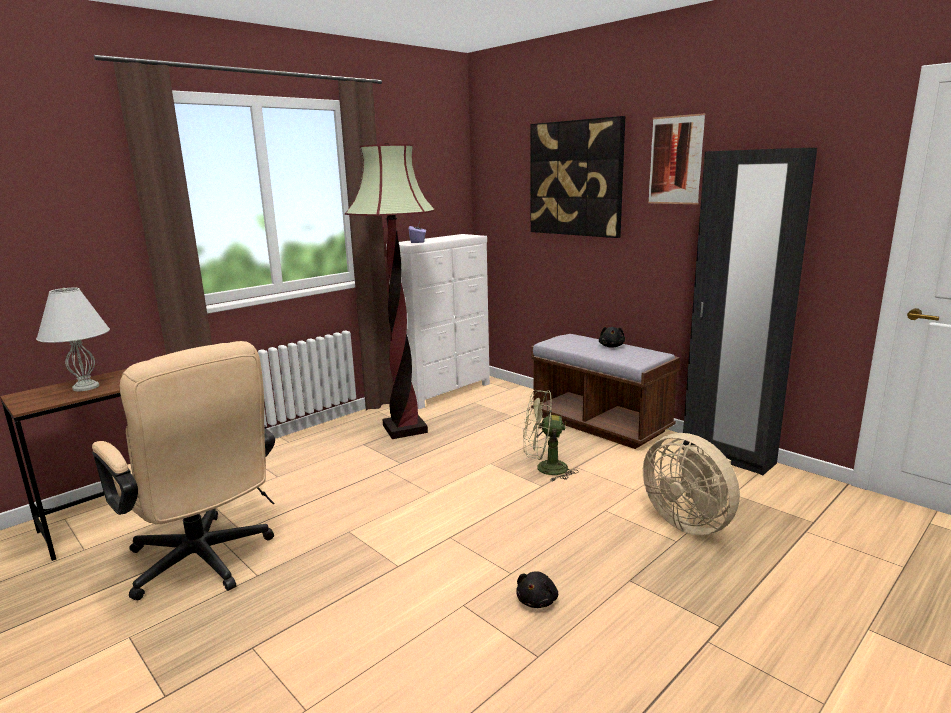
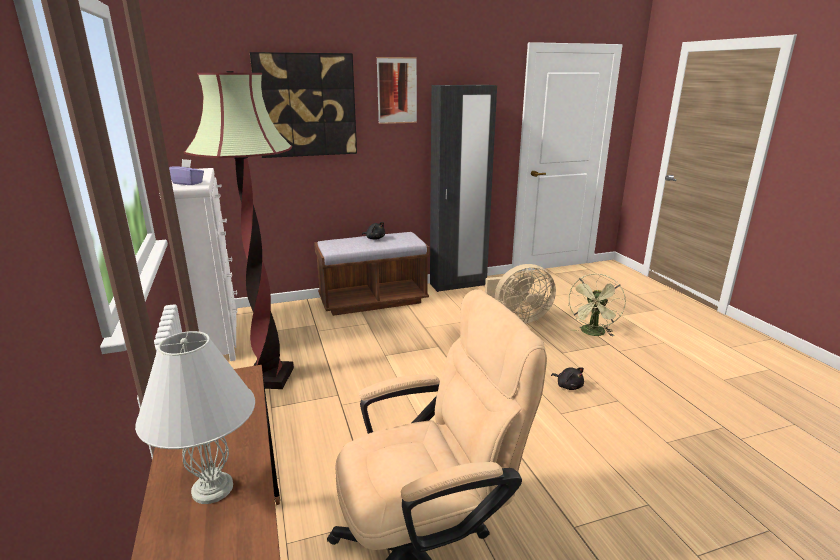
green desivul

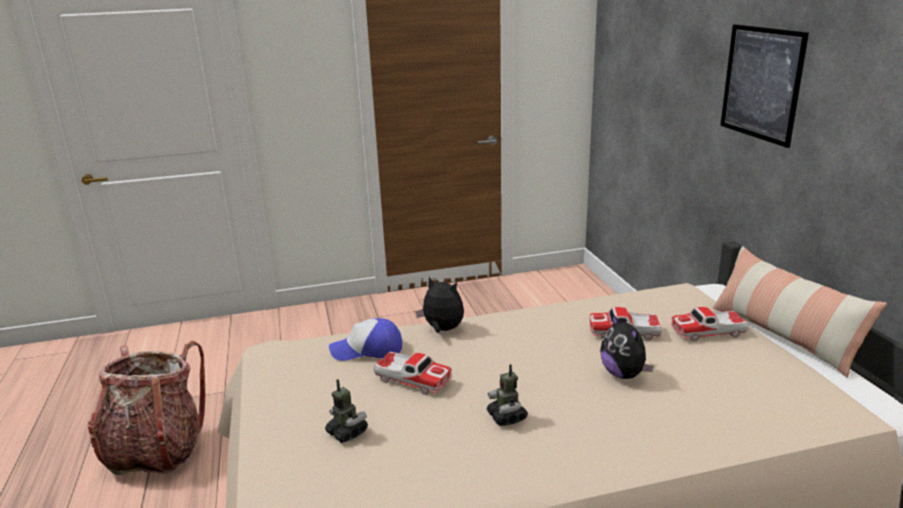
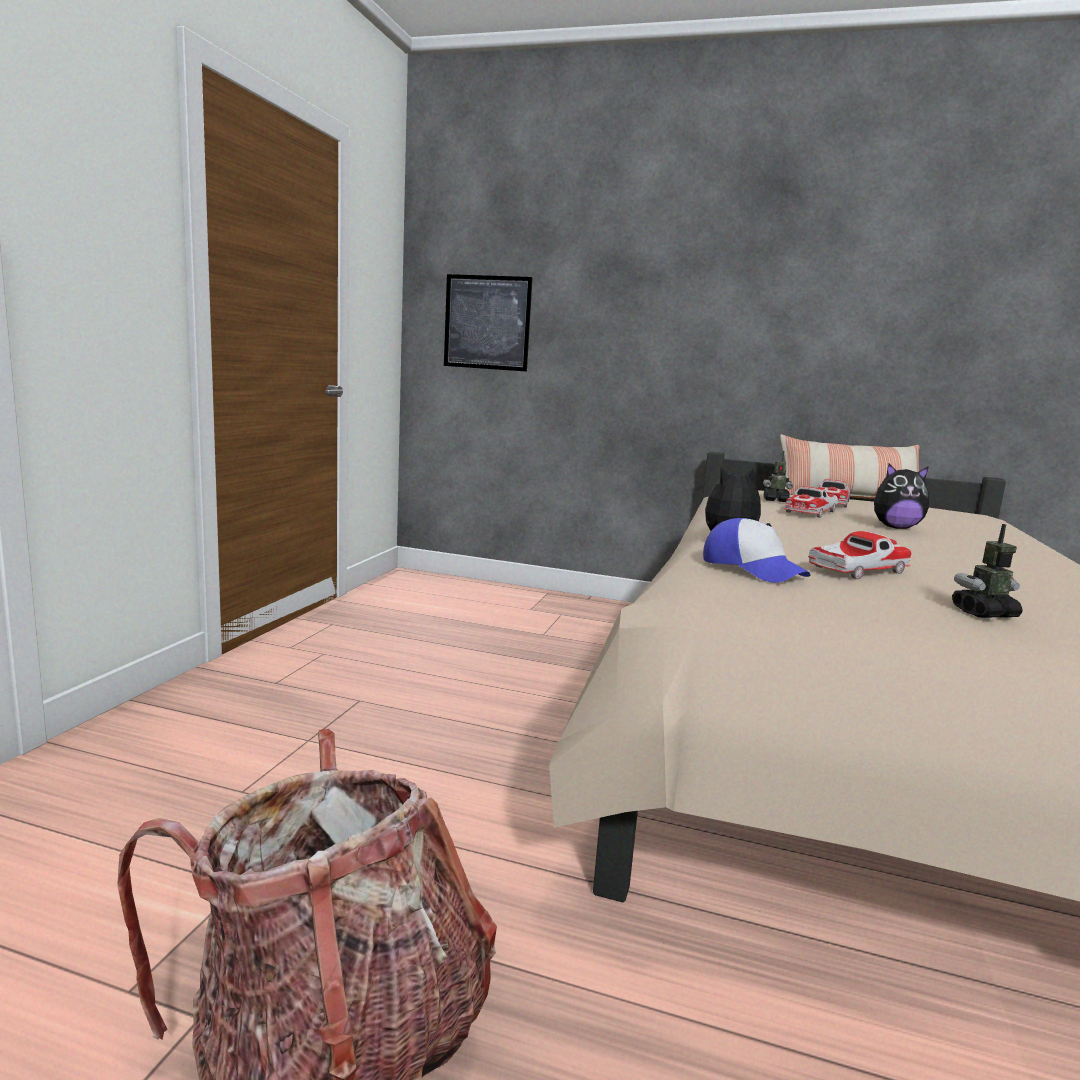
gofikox (1st from left); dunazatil; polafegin

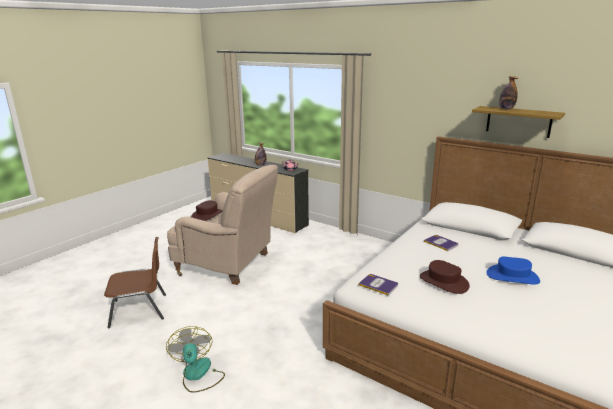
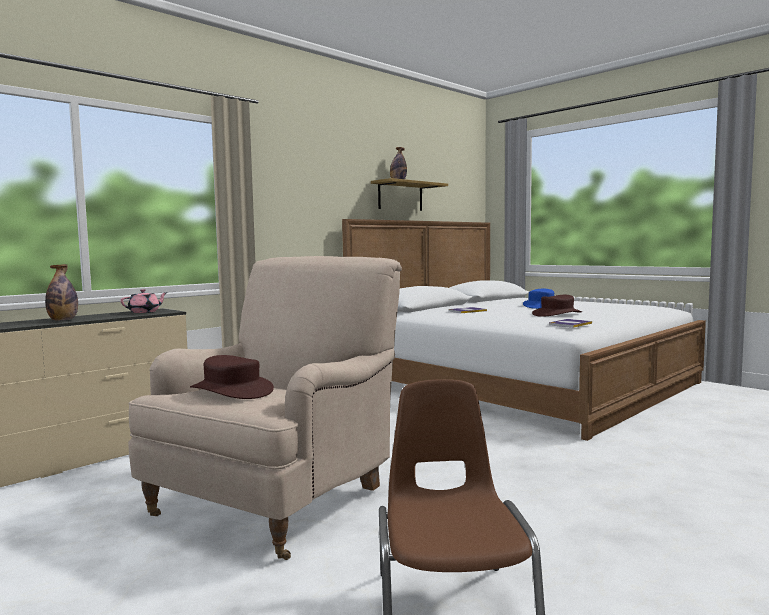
desivul

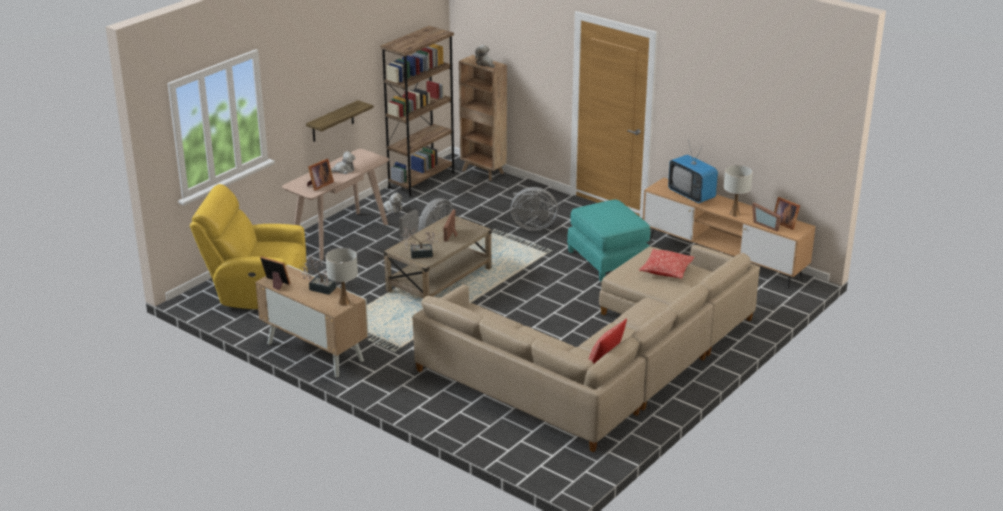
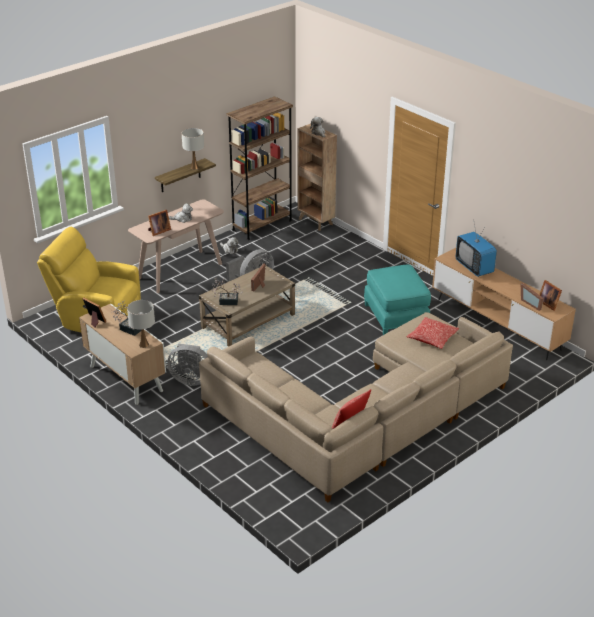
grey desivul (1st from left); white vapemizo (2nd from left)

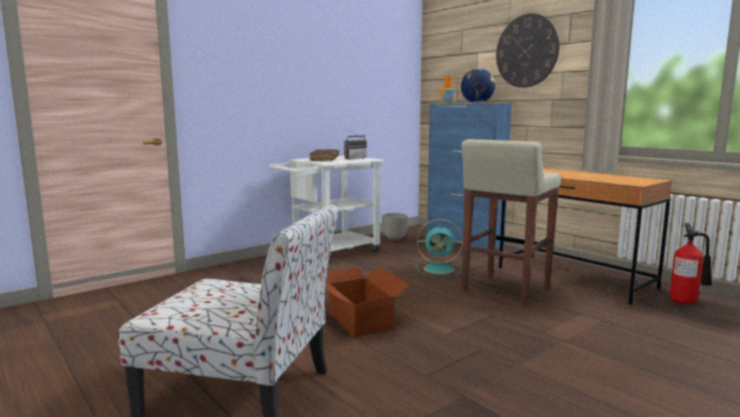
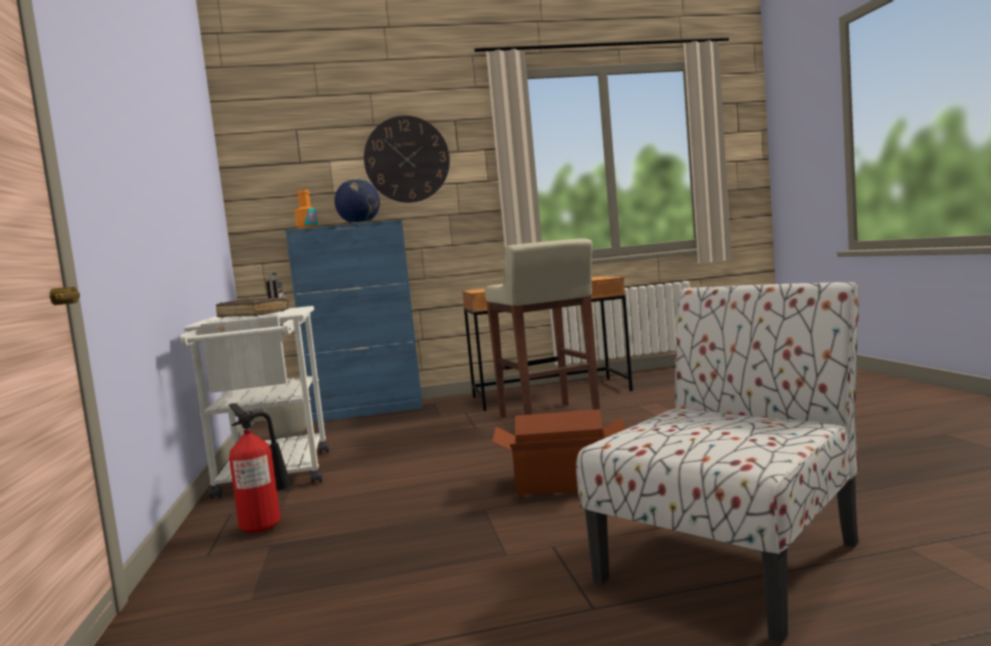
turquoise desivul; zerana

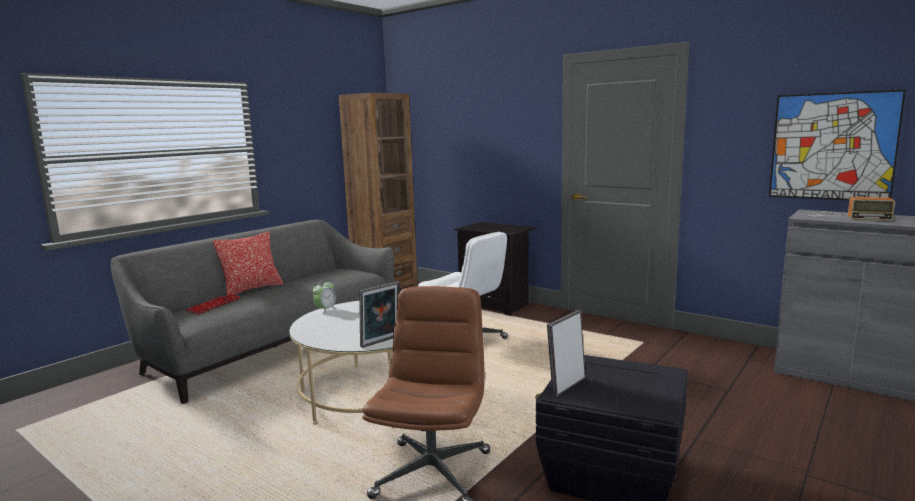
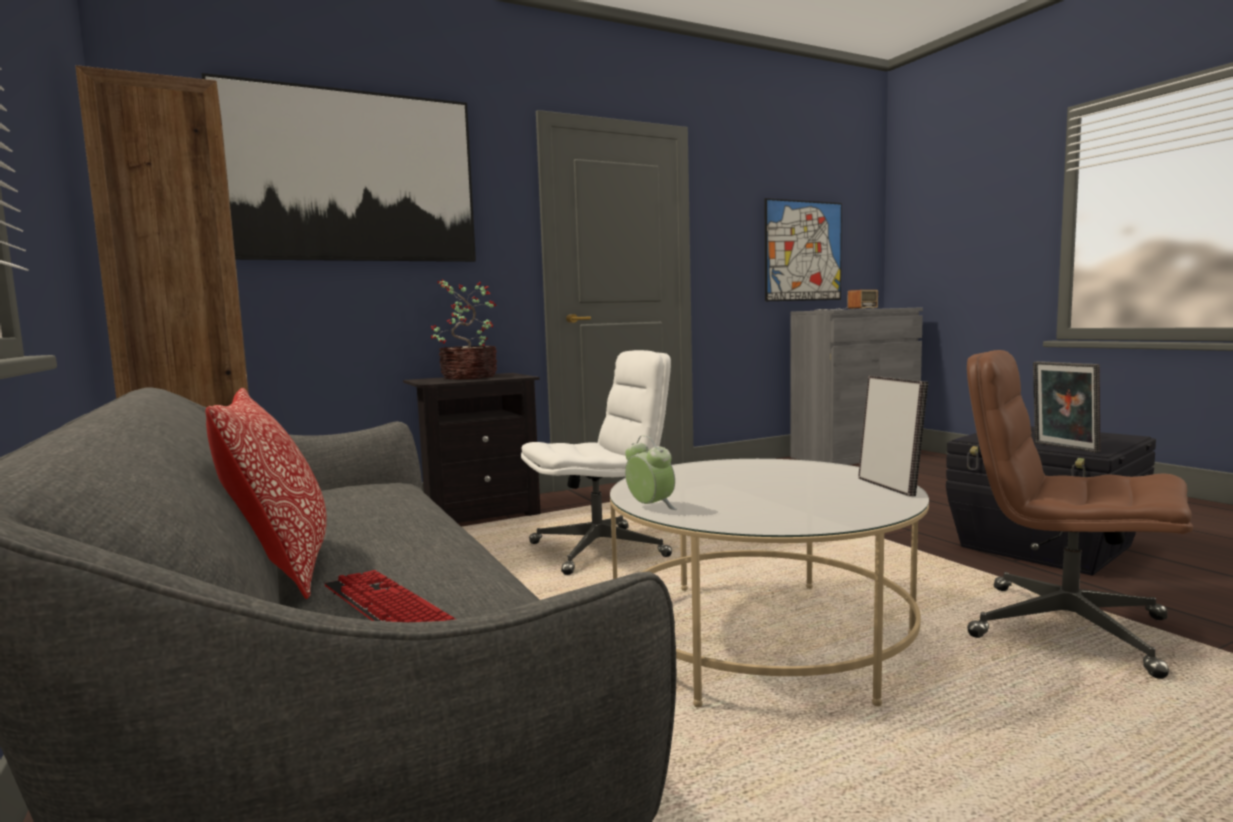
dunazatil (1st from left); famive

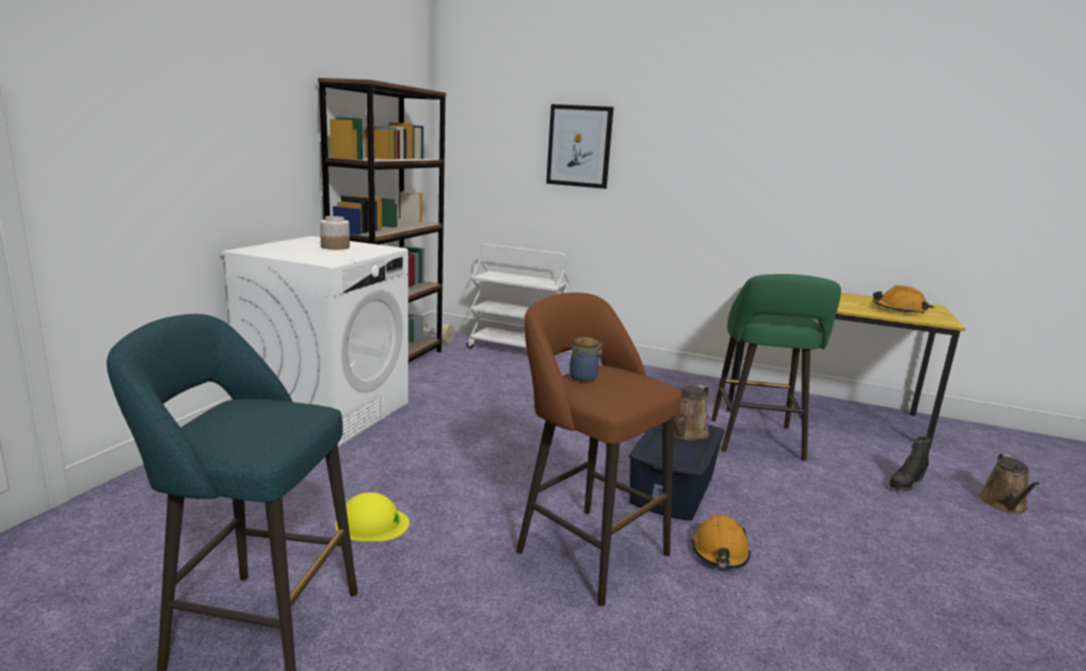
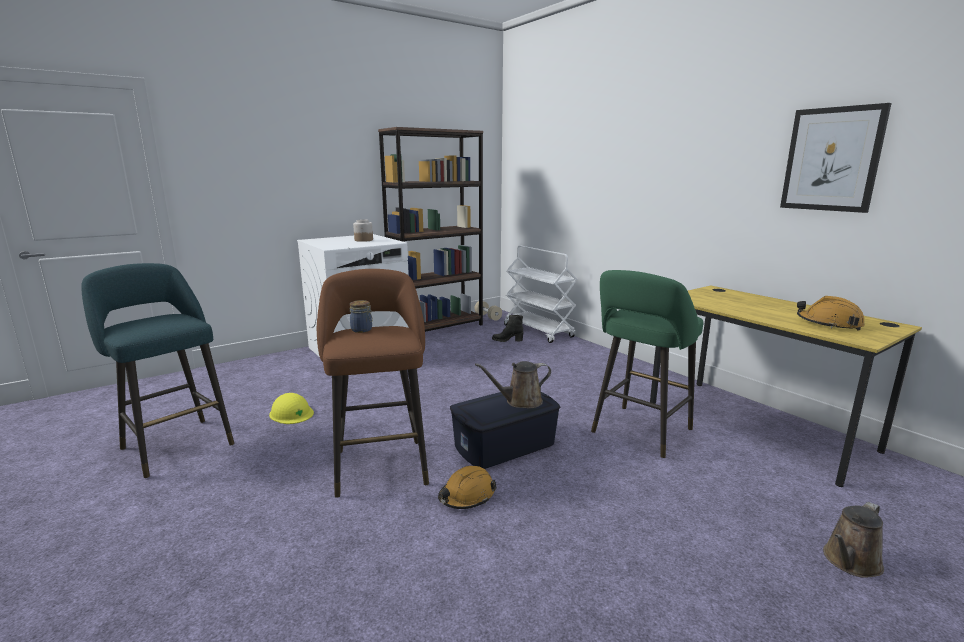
dunazatil; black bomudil

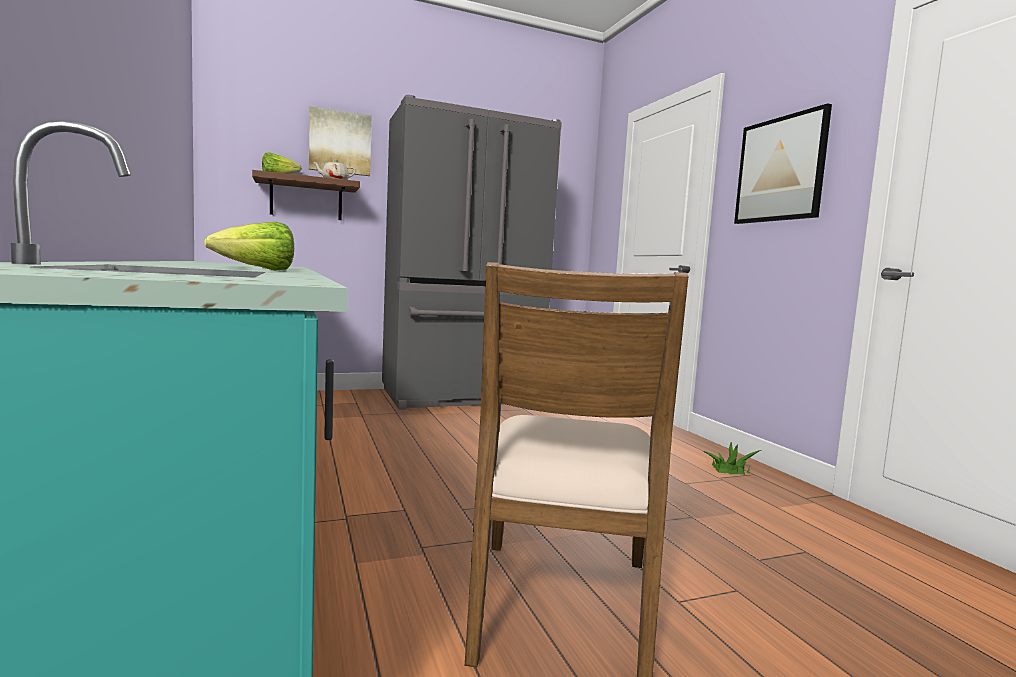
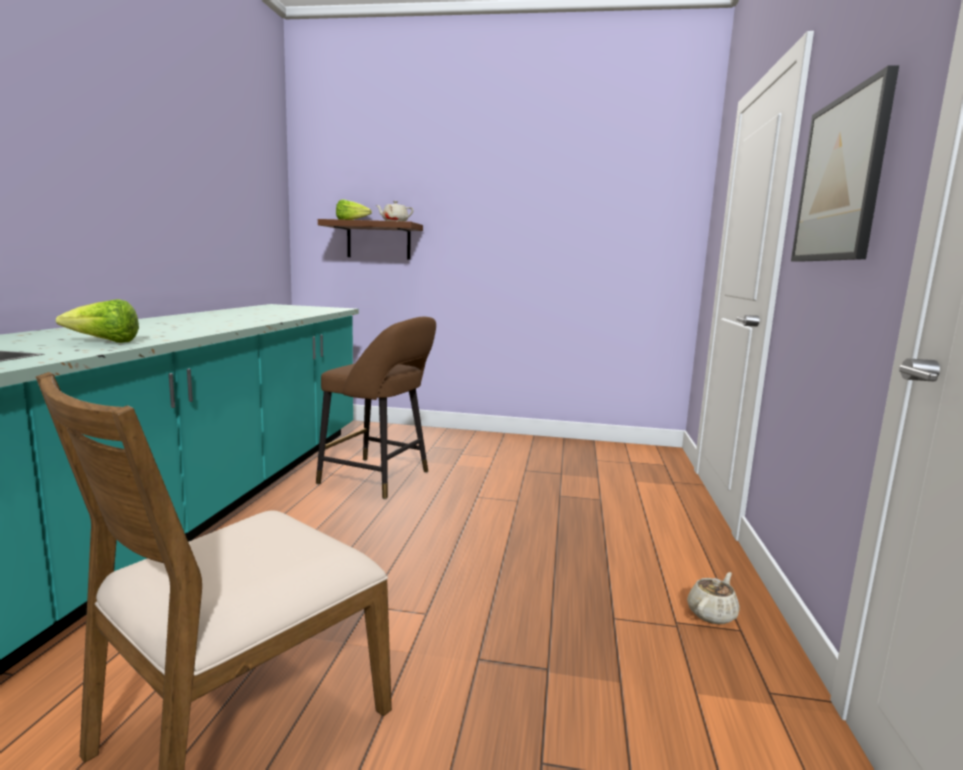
dunazatil (1st from left in the first image); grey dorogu; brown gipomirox; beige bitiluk (2nd from left)

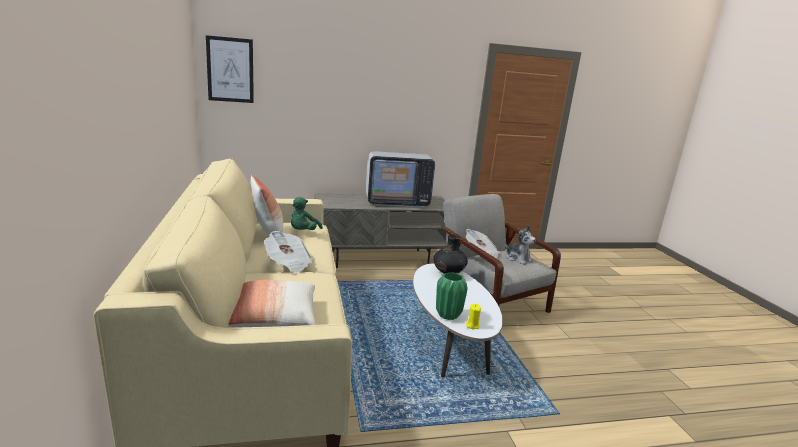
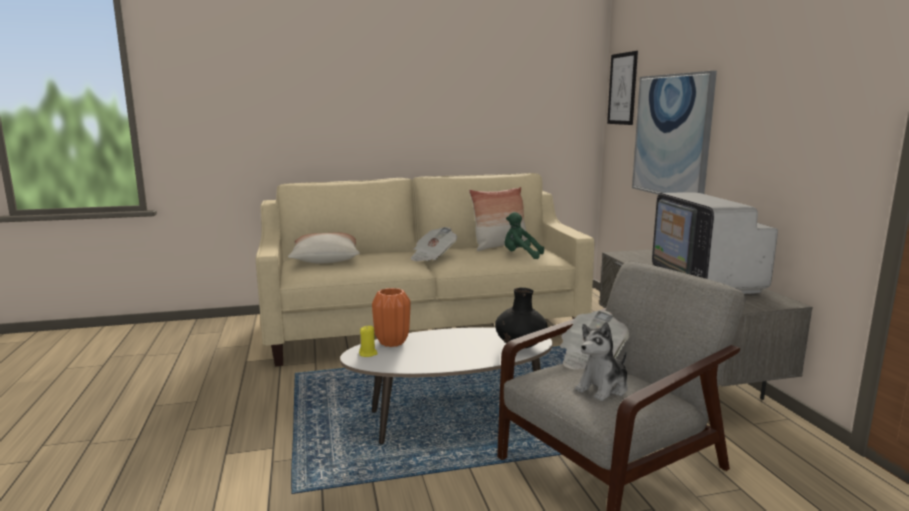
dunazatil (2nd from left); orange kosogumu

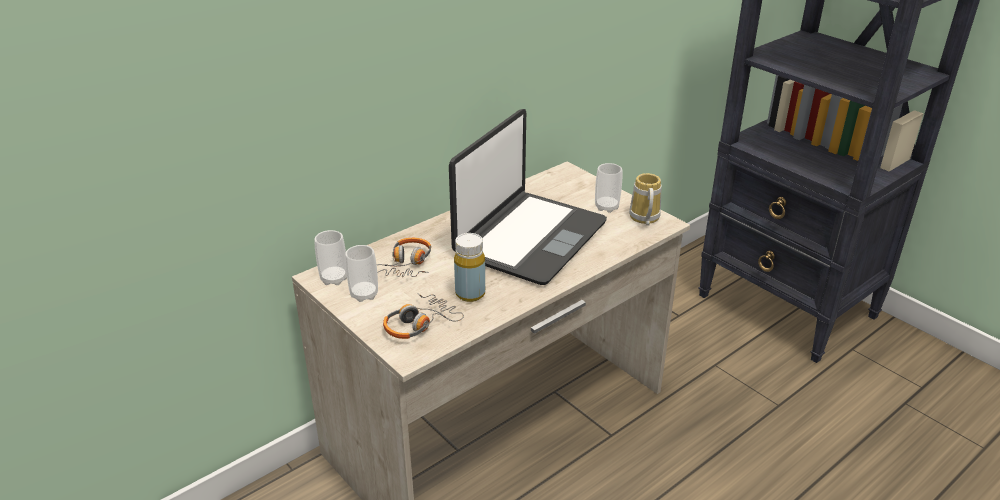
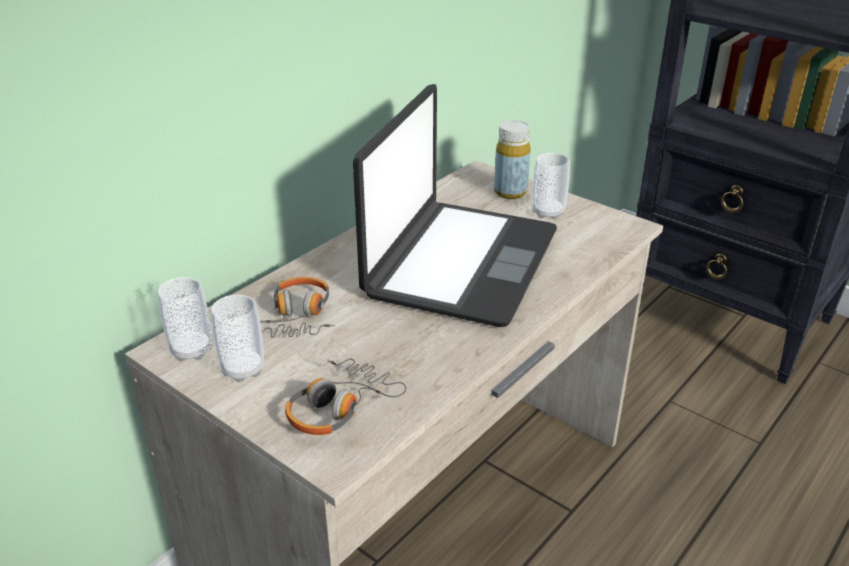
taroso; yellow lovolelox

